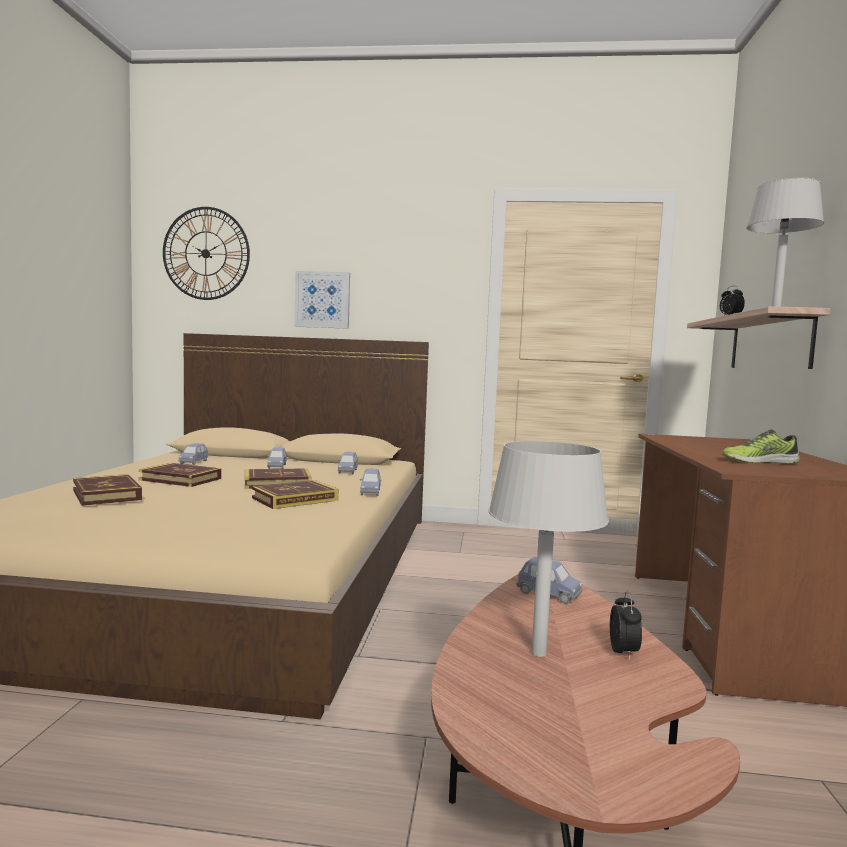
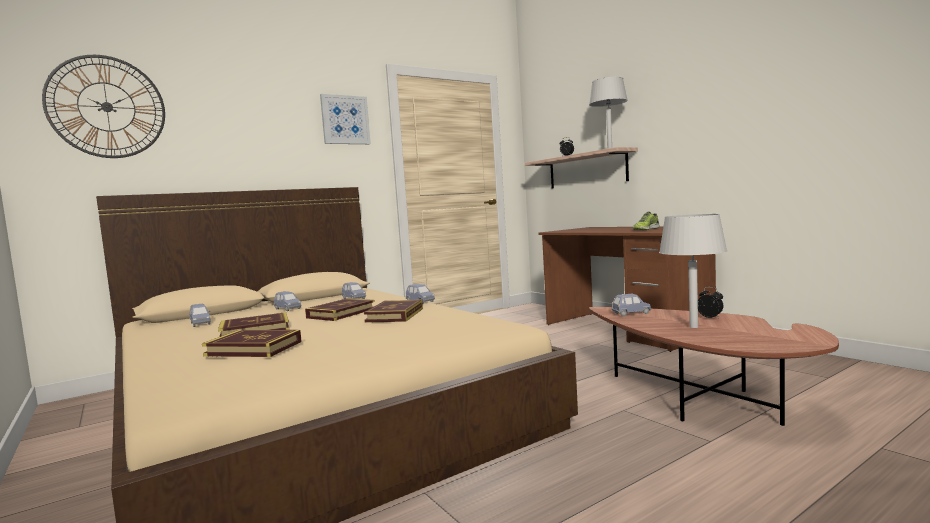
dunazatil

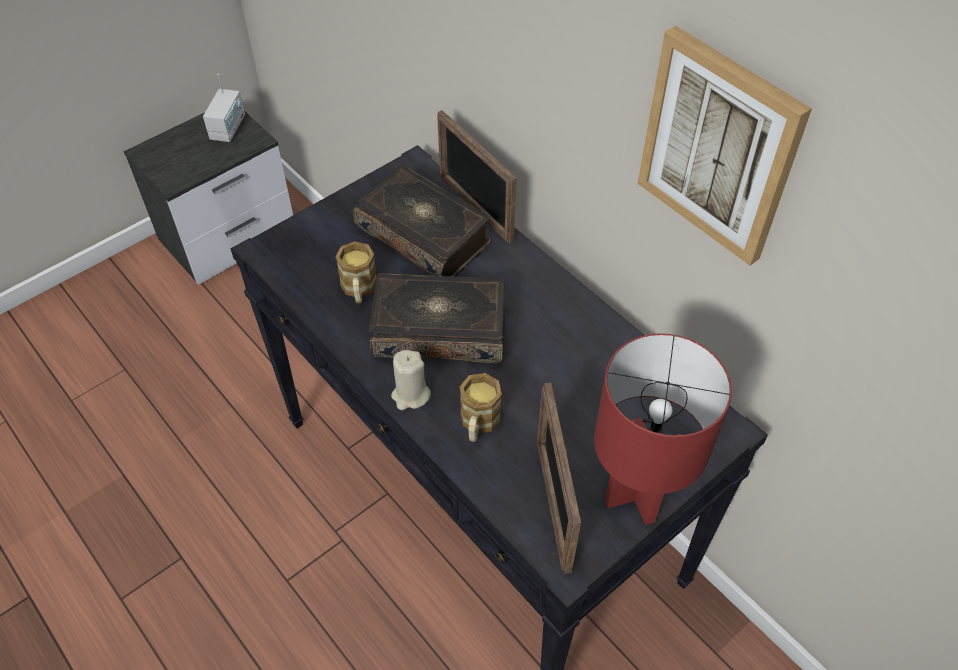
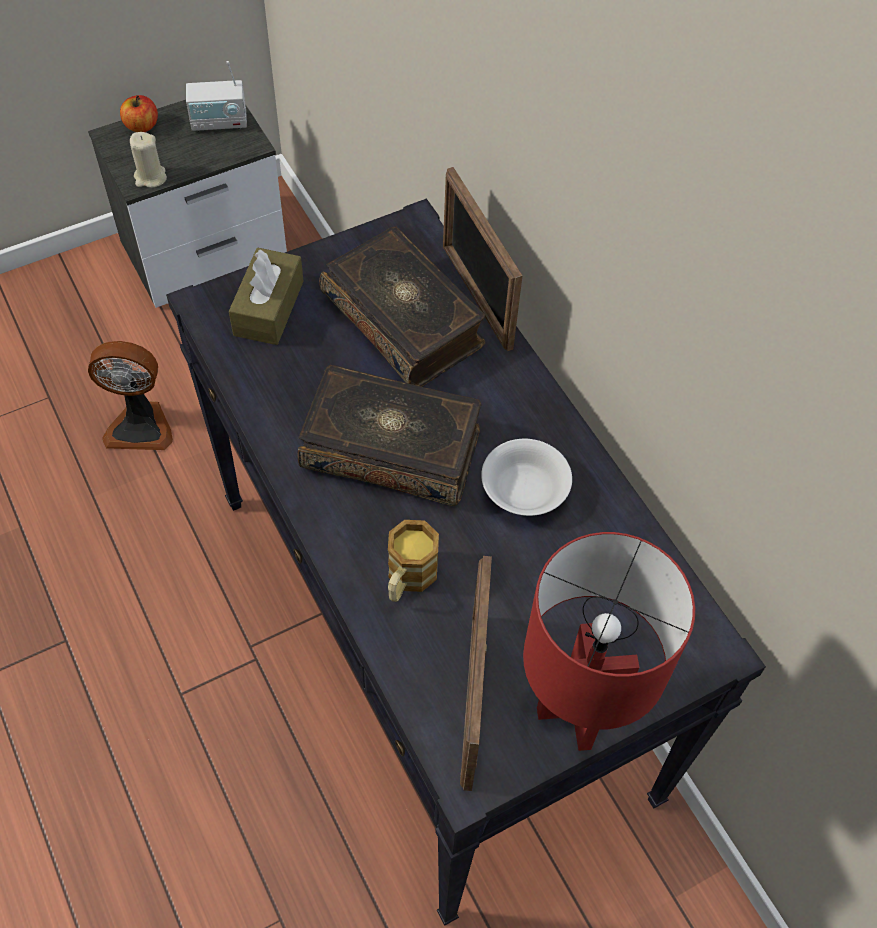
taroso (1st from left in the first image); dunazatil; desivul; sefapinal; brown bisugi; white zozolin; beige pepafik; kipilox

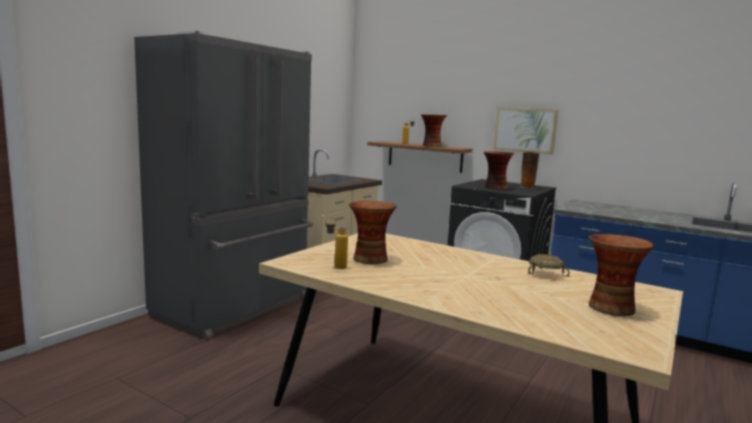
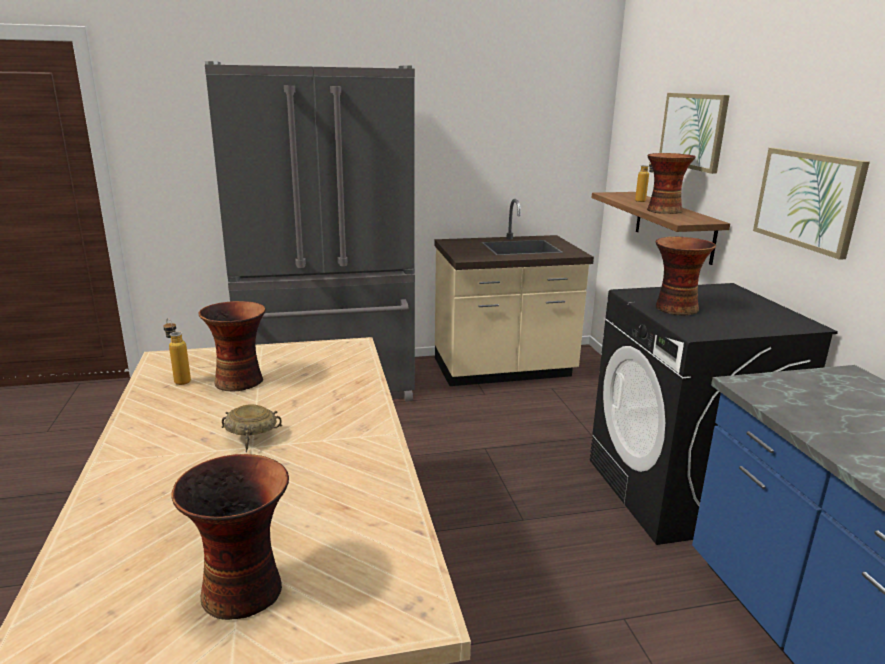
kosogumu (4th from left in the first image); dunazatil (1st from left); beige zozolin

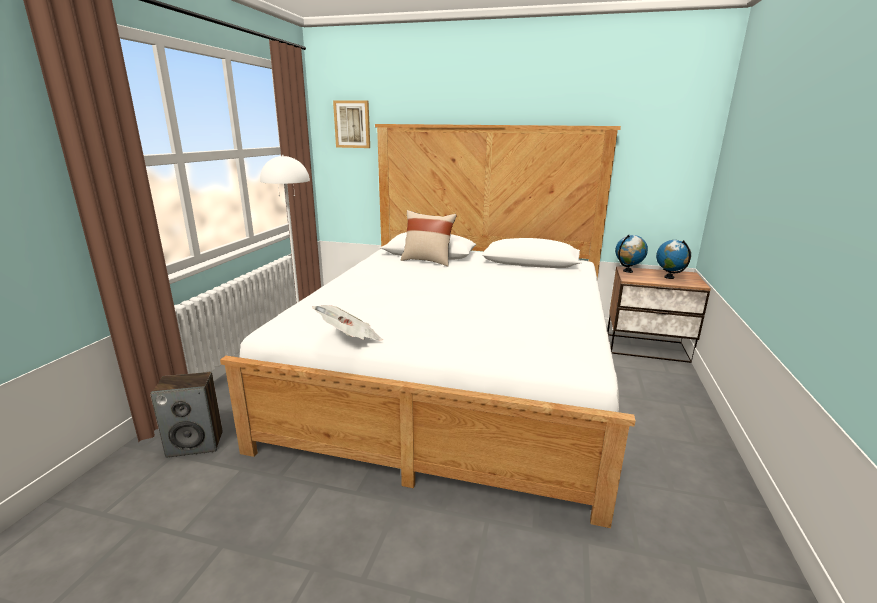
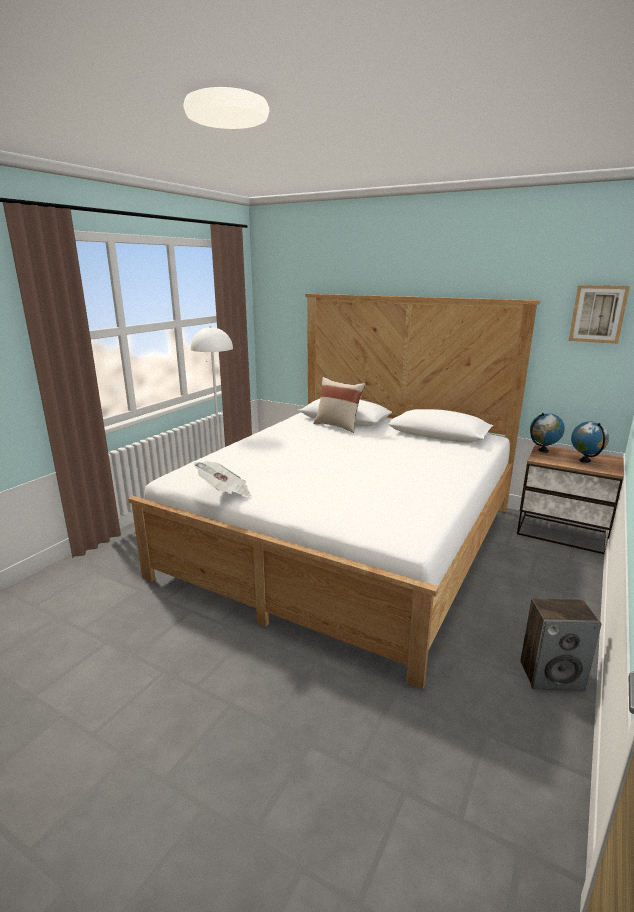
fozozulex; dunazatil

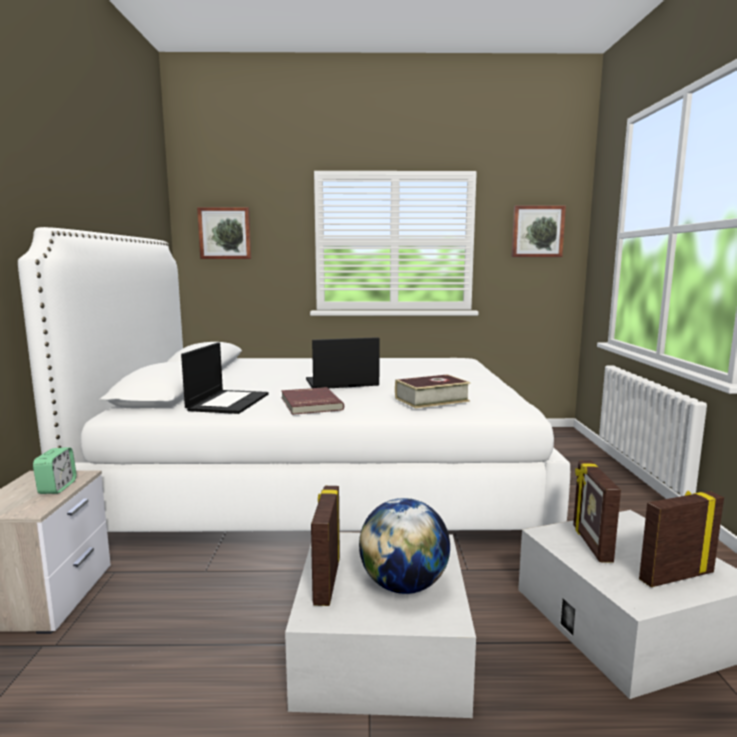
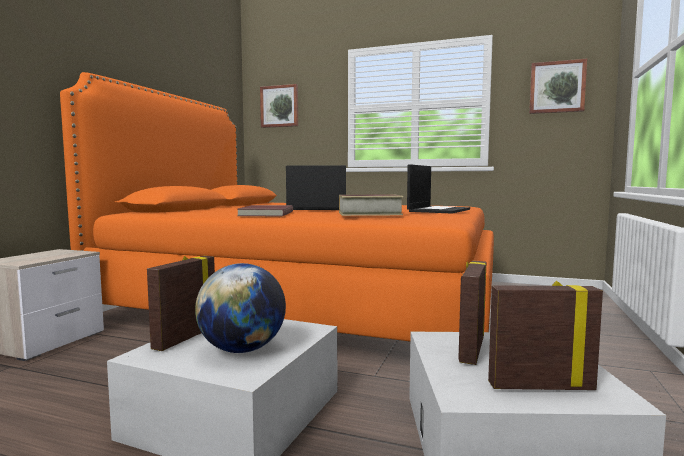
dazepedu; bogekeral (2nd from left); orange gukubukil

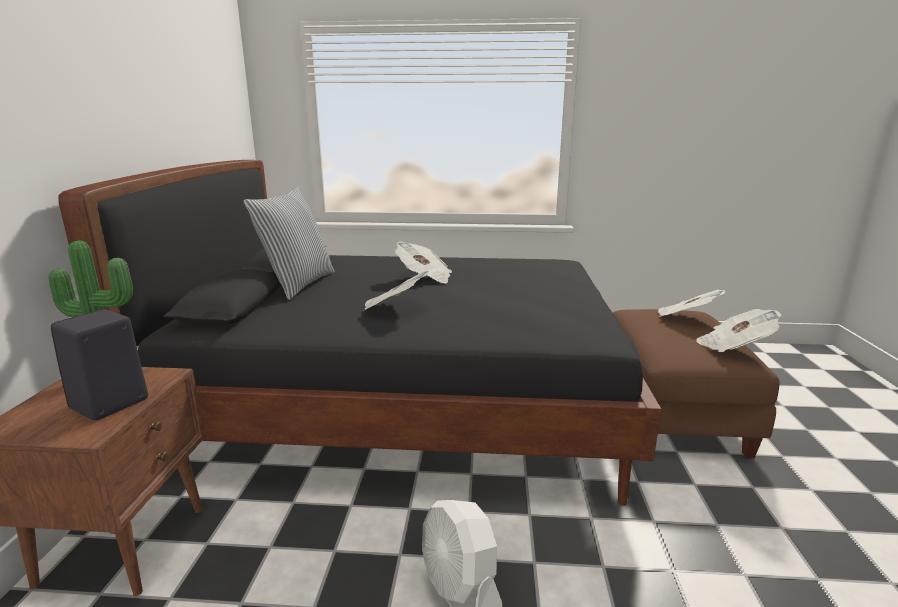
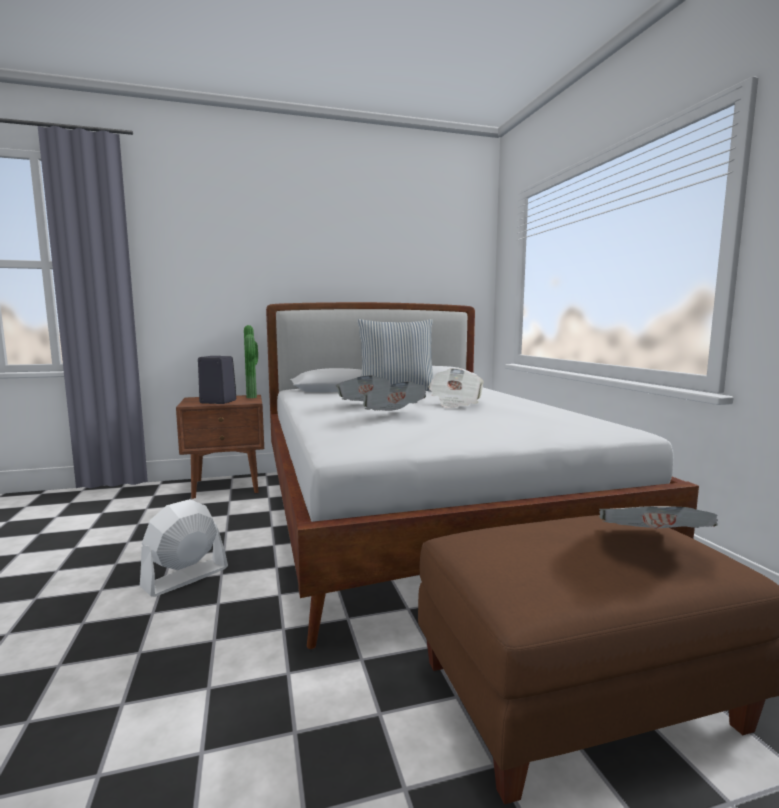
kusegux (2nd from left); white gukubukil

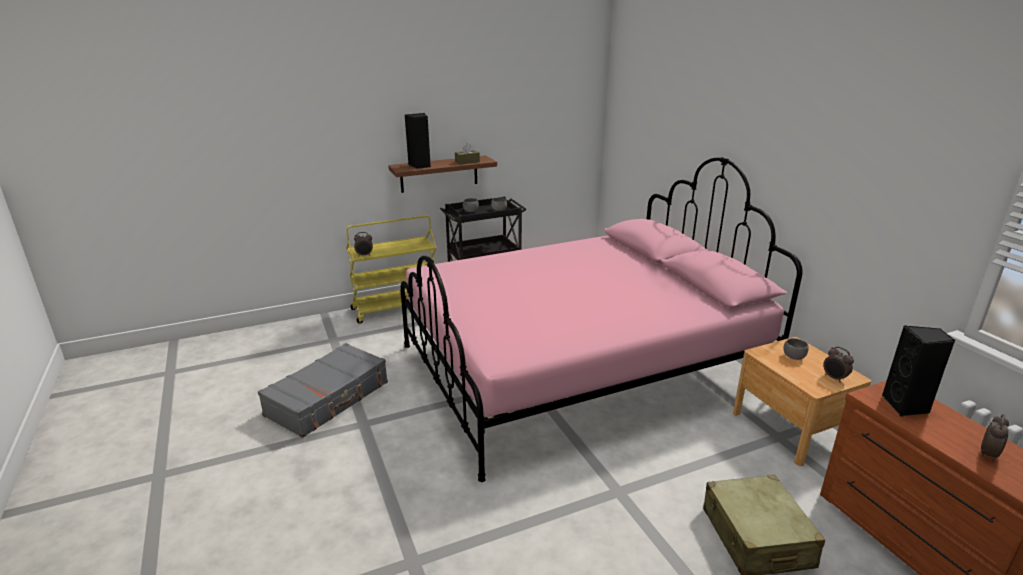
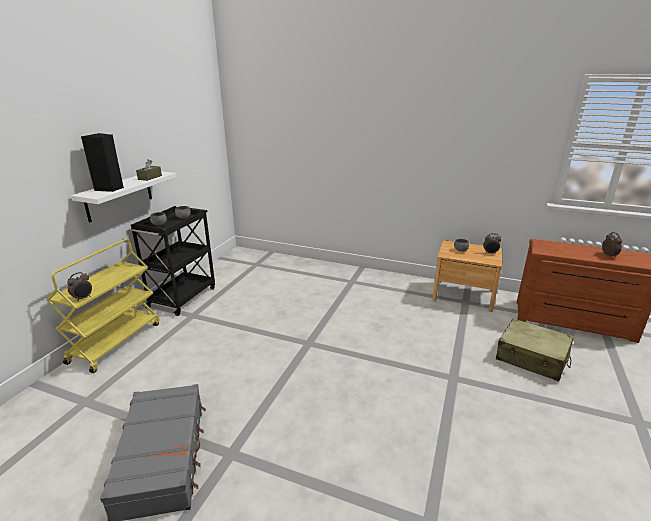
pink gukubukil; black fozozulex (2nd from left in the first image); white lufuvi

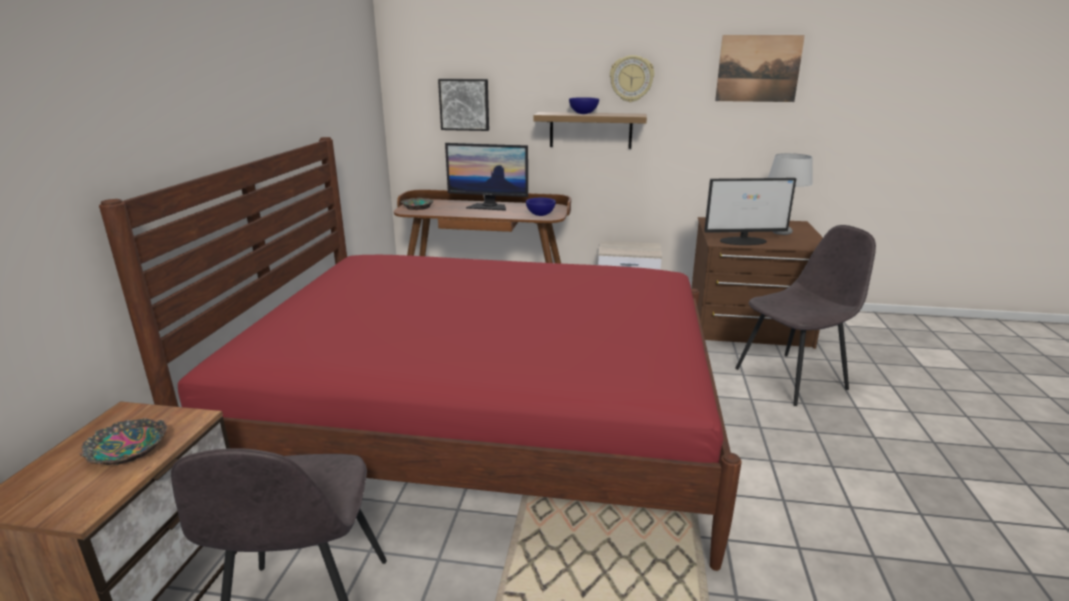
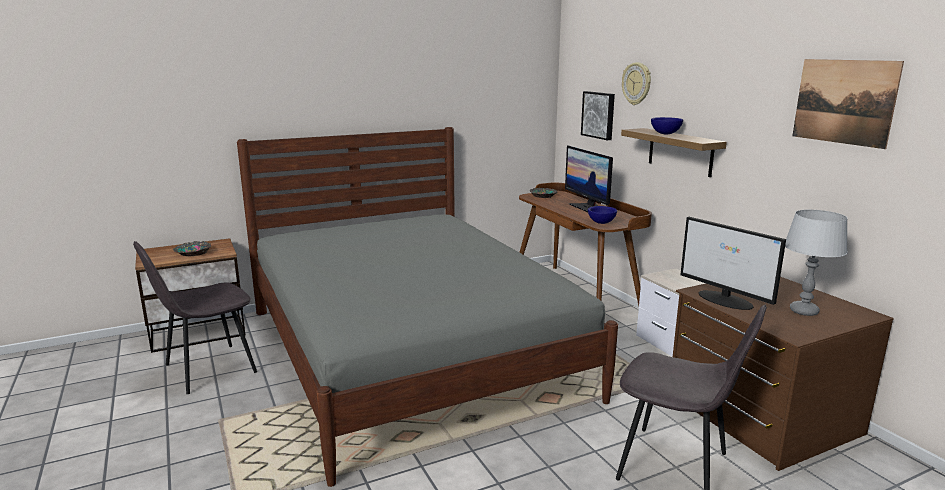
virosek; grey gukubukil

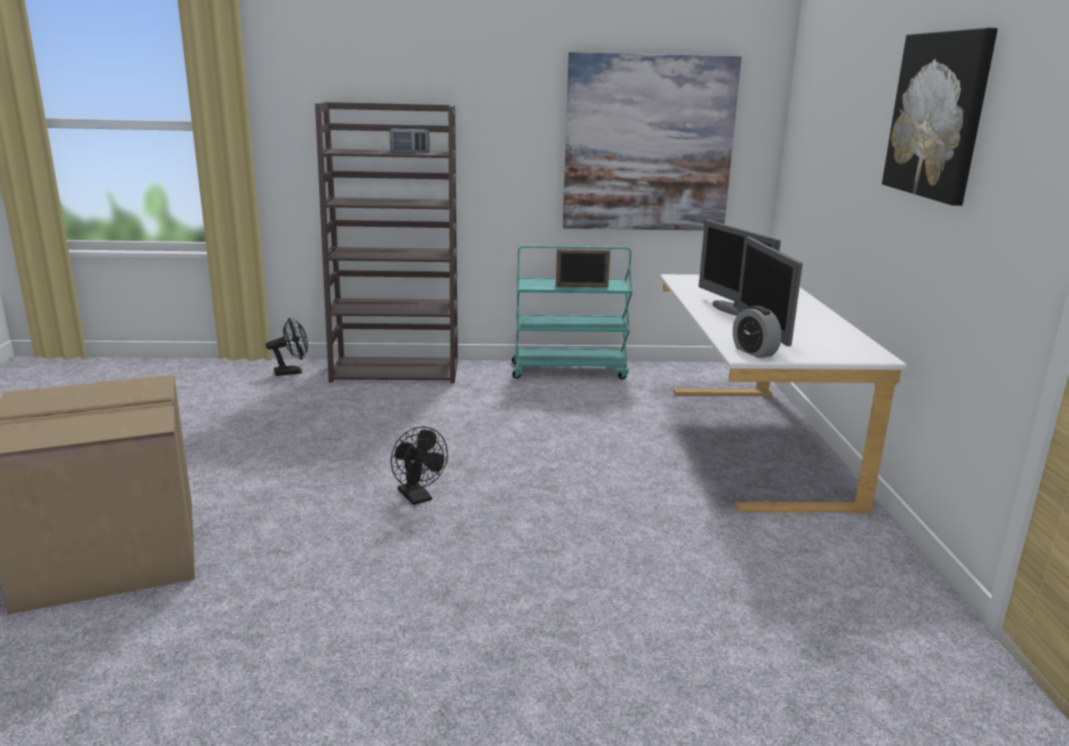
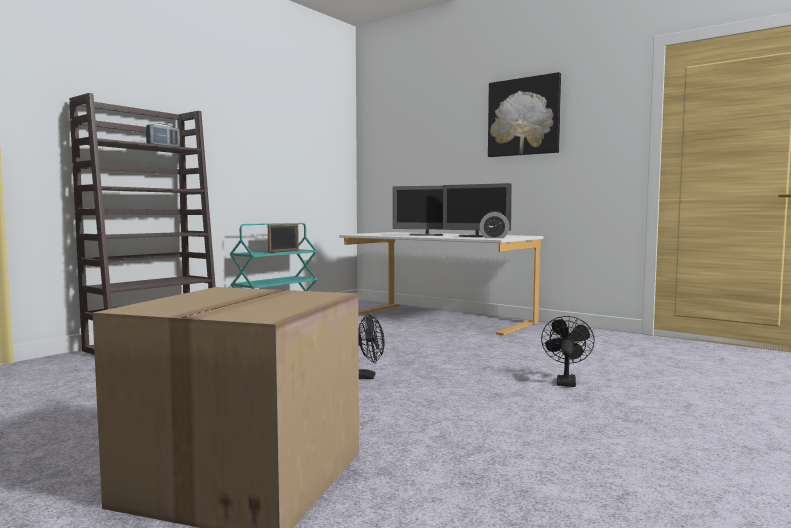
dunazatil (1st from left in the first image); black desivul (2nd from left)

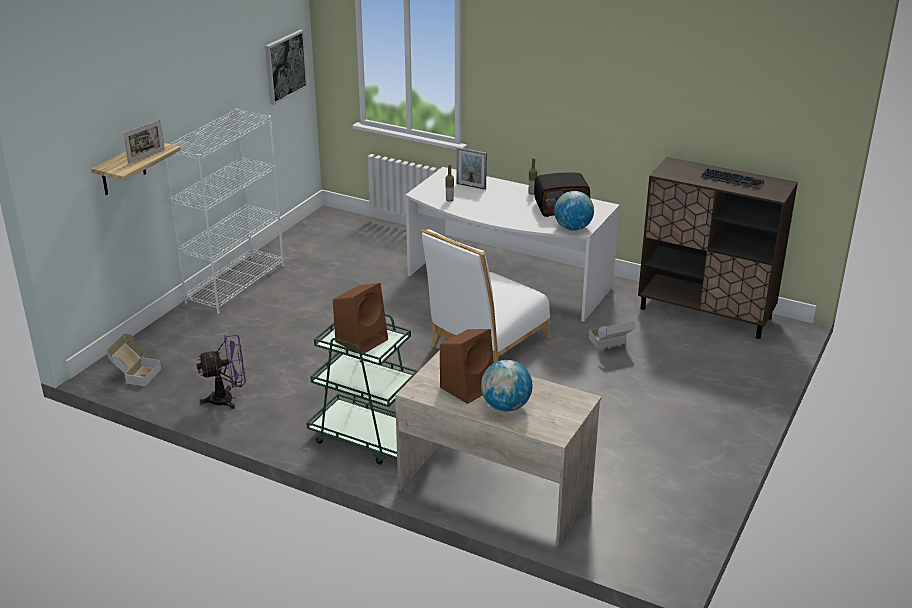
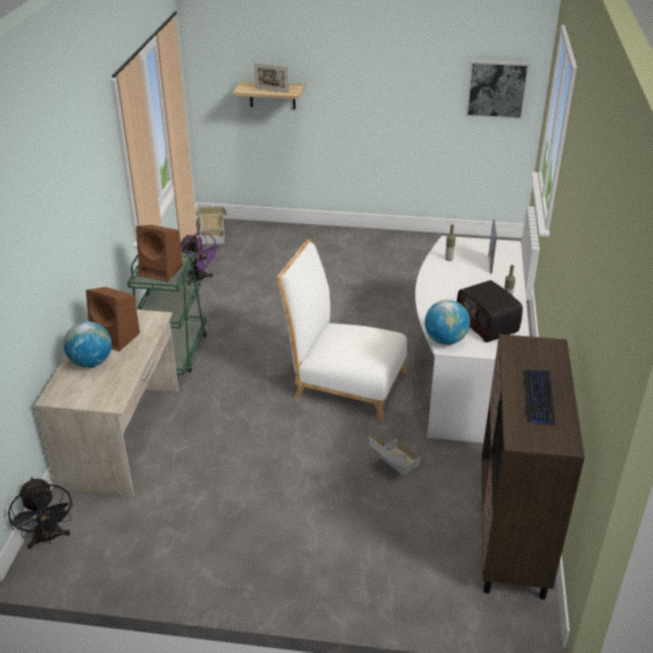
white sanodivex; black desivul

